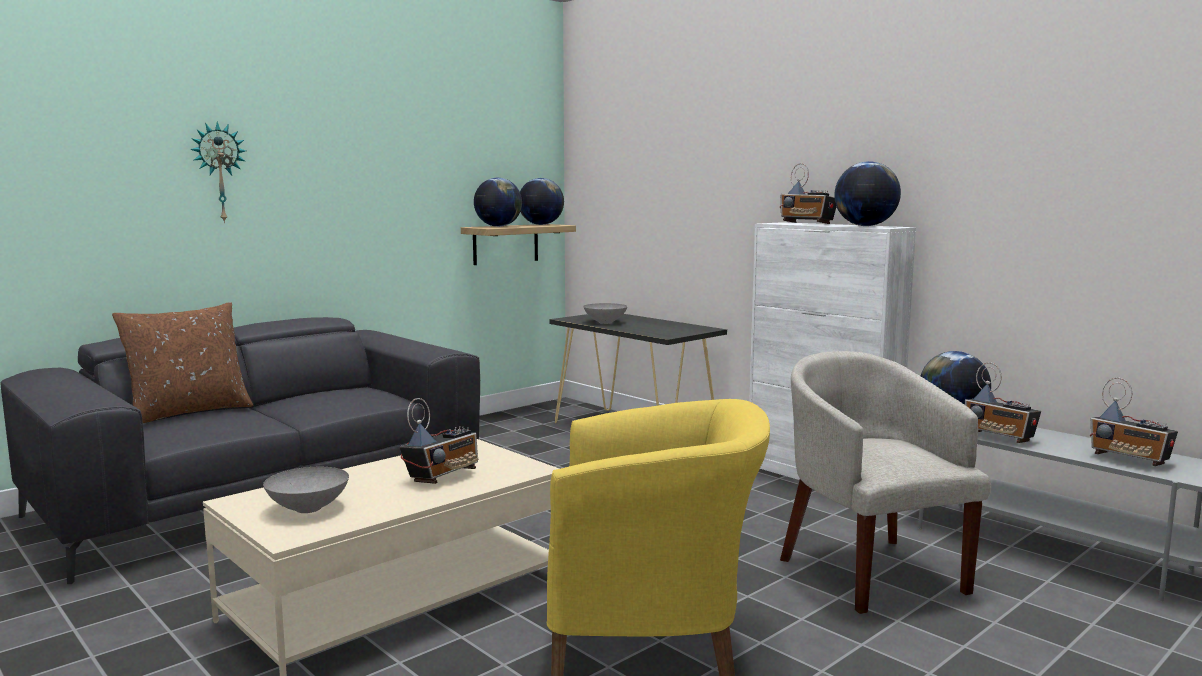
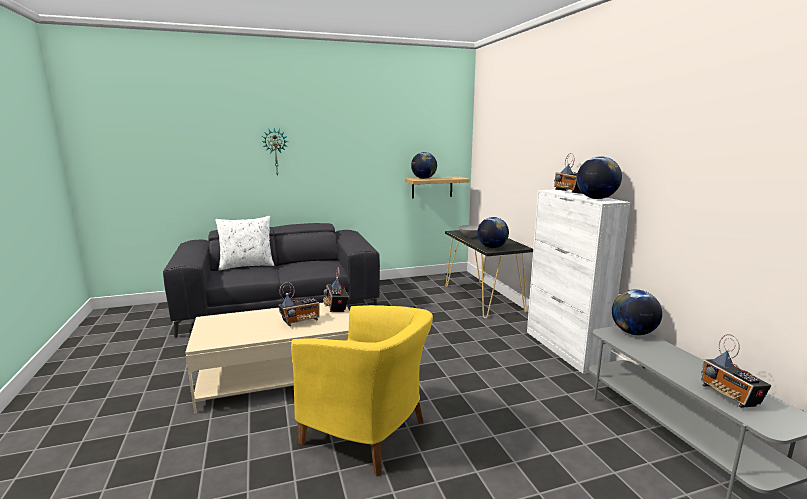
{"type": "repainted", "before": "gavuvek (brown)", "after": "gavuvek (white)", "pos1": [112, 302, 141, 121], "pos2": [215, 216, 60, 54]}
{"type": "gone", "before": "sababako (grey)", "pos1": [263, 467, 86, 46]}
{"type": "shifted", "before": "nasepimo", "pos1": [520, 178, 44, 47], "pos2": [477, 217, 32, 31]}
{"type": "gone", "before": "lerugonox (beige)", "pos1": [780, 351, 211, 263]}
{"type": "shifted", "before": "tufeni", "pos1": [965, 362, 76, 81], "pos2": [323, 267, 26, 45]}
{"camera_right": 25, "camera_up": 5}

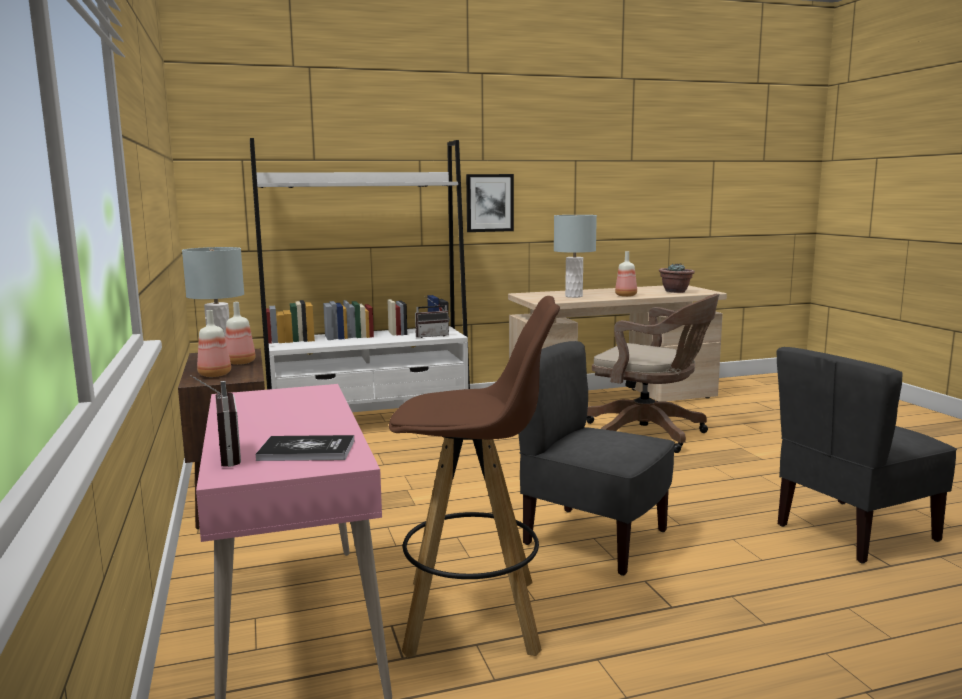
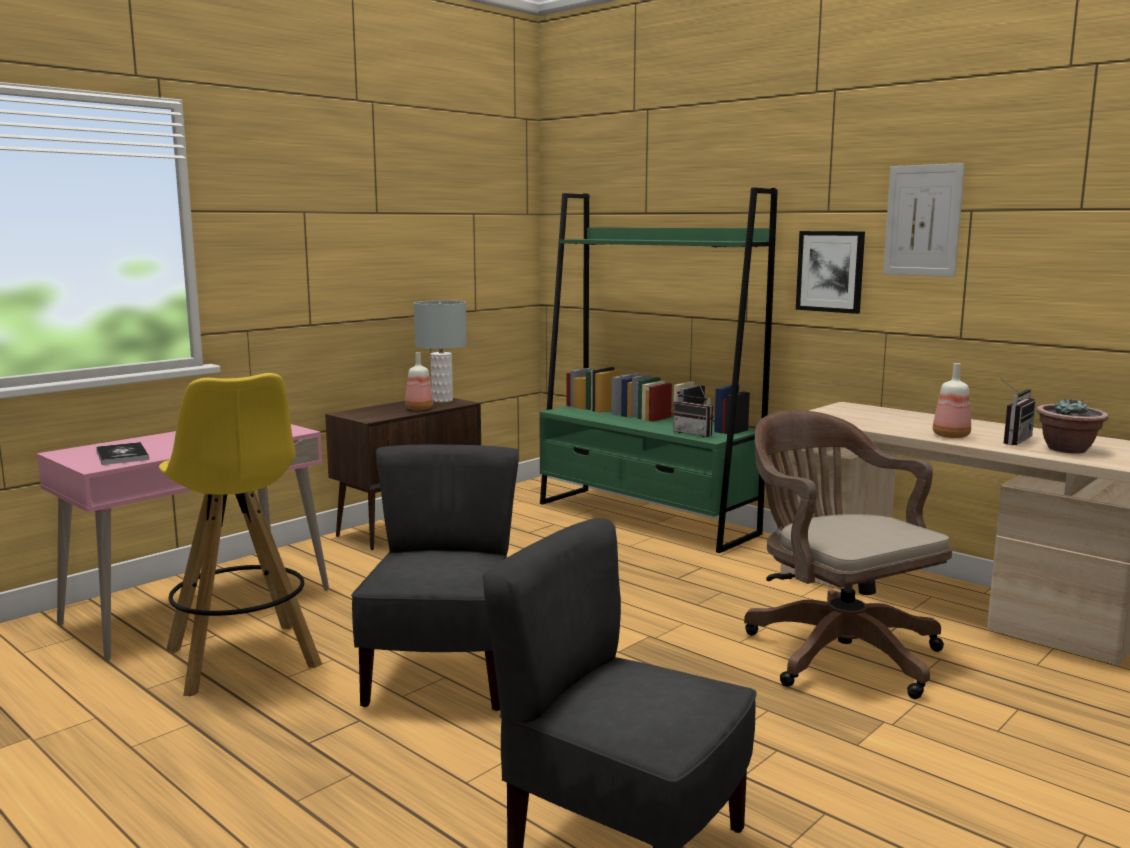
{"type": "shifted", "before": "tufeni", "pos1": [190, 375, 51, 92], "pos2": [1000, 378, 36, 67]}
{"type": "gone", "before": "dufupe", "pos1": [197, 310, 34, 67]}
{"type": "repainted", "before": "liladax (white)", "after": "liladax (green)", "pos1": [250, 138, 220, 267], "pos2": [539, 188, 239, 365]}
{"type": "repainted", "before": "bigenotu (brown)", "after": "bigenotu (yellow)", "pos1": [389, 296, 171, 361], "pos2": [159, 373, 163, 323]}
{"type": "gone", "before": "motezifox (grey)", "pos1": [554, 215, 43, 83]}
{"type": "rotated", "before": "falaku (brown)", "pos1": [586, 294, 133, 159], "pos2": [744, 410, 208, 289], "turn": 150}
{"type": "new", "after": "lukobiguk", "pos2": [883, 163, 82, 114]}
{"camera_right": 60, "camera_up": 0}

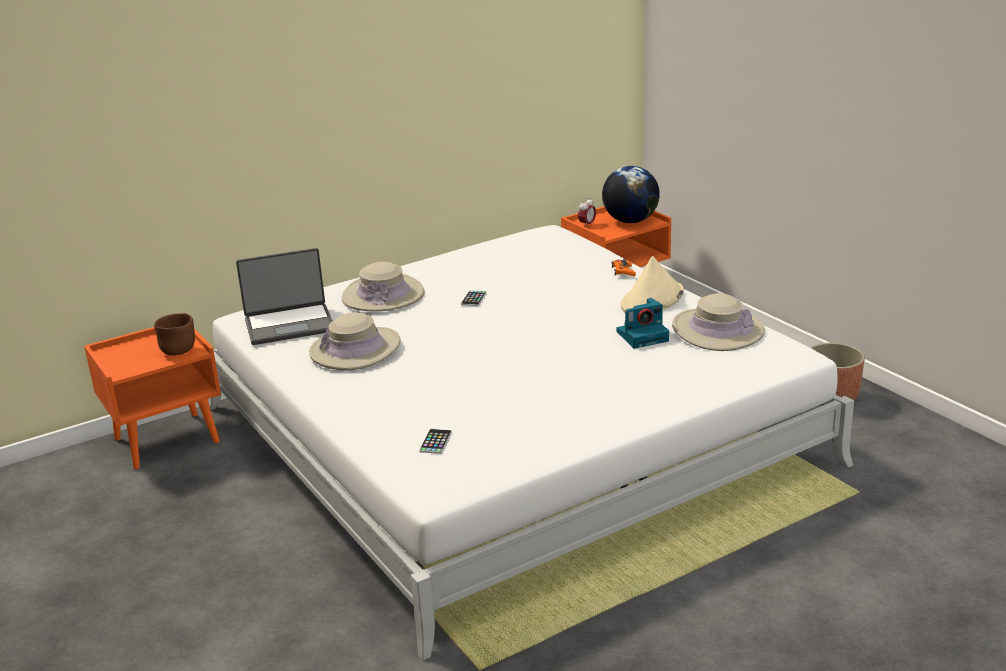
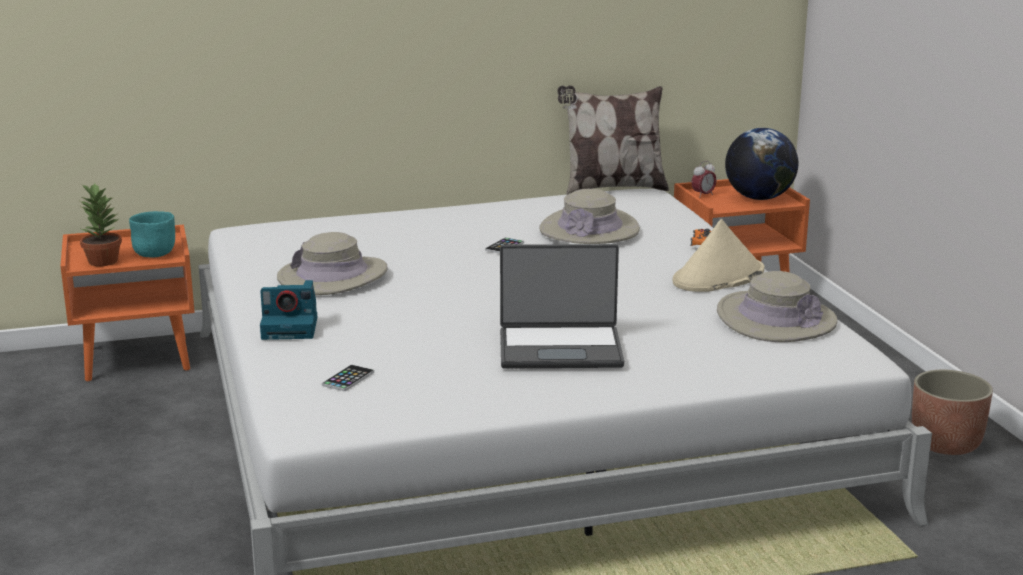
{"type": "repainted", "before": "sababako (brown)", "after": "sababako (turquoise)", "pos1": [154, 313, 41, 43], "pos2": [129, 211, 46, 46]}
{"type": "shifted", "before": "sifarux", "pos1": [236, 248, 97, 97], "pos2": [500, 244, 124, 125]}
{"type": "shifted", "before": "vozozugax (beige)", "pos1": [342, 262, 82, 49], "pos2": [539, 189, 101, 55]}
{"type": "shifted", "before": "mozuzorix", "pos1": [616, 298, 53, 50], "pos2": [260, 280, 57, 60]}
{"type": "new", "after": "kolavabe", "pos2": [80, 183, 42, 83]}
{"type": "new", "after": "gavuvek", "pos2": [557, 85, 112, 110]}
{"camera_right": 15, "camera_up": -5}

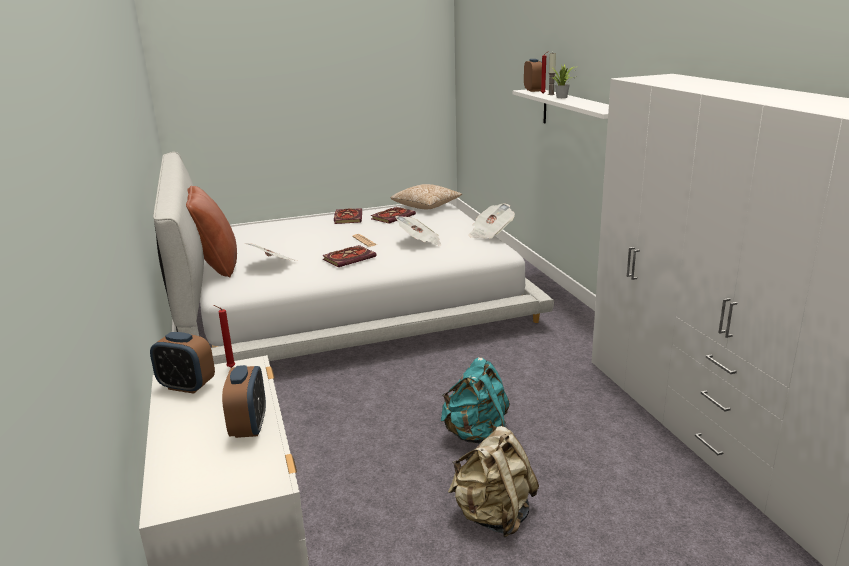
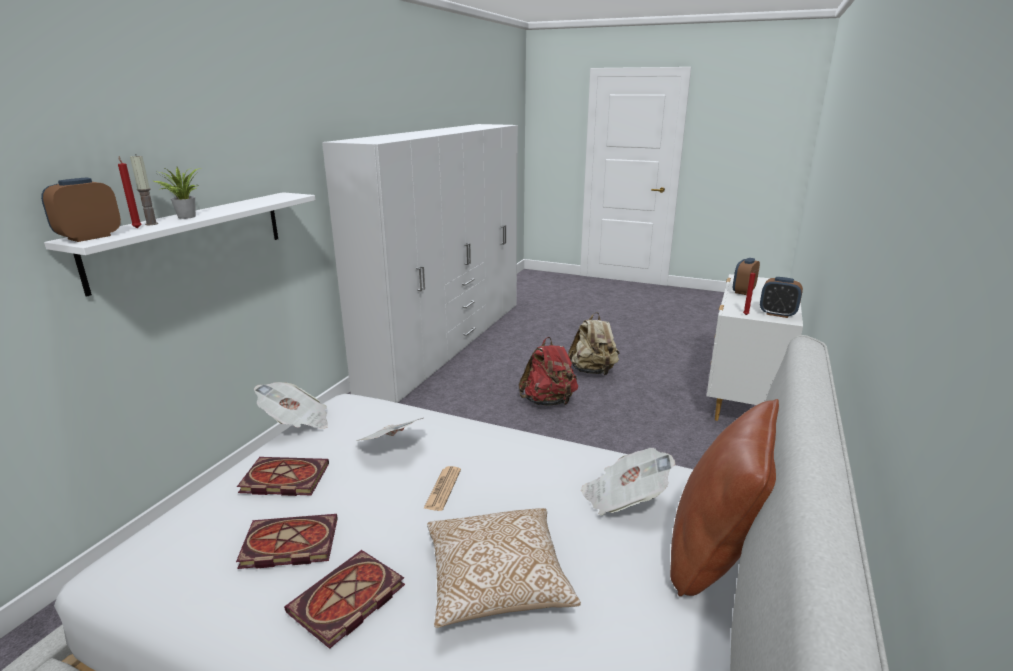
{"type": "rotated", "before": "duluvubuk", "pos1": [150, 332, 65, 62], "pos2": [760, 277, 43, 41], "turn": 150}
{"type": "shifted", "before": "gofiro", "pos1": [322, 245, 54, 22], "pos2": [237, 457, 92, 39]}
{"type": "shifted", "before": "gavuvek", "pos1": [390, 184, 72, 25], "pos2": [427, 508, 154, 120]}
{"type": "repainted", "before": "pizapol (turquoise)", "after": "pizapol (red)", "pos1": [441, 357, 69, 87], "pos2": [519, 337, 59, 69]}
{"camera_right": -140, "camera_up": 0}

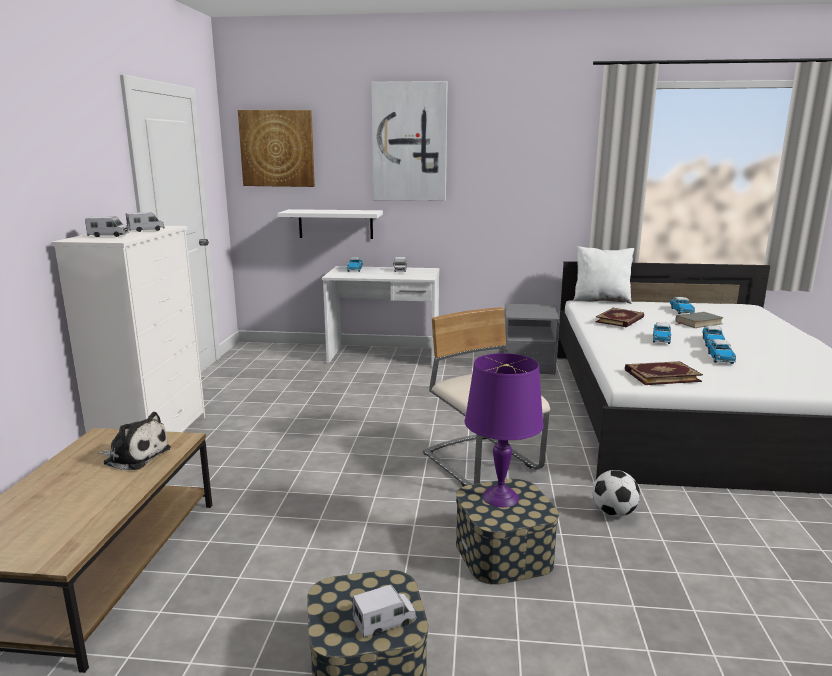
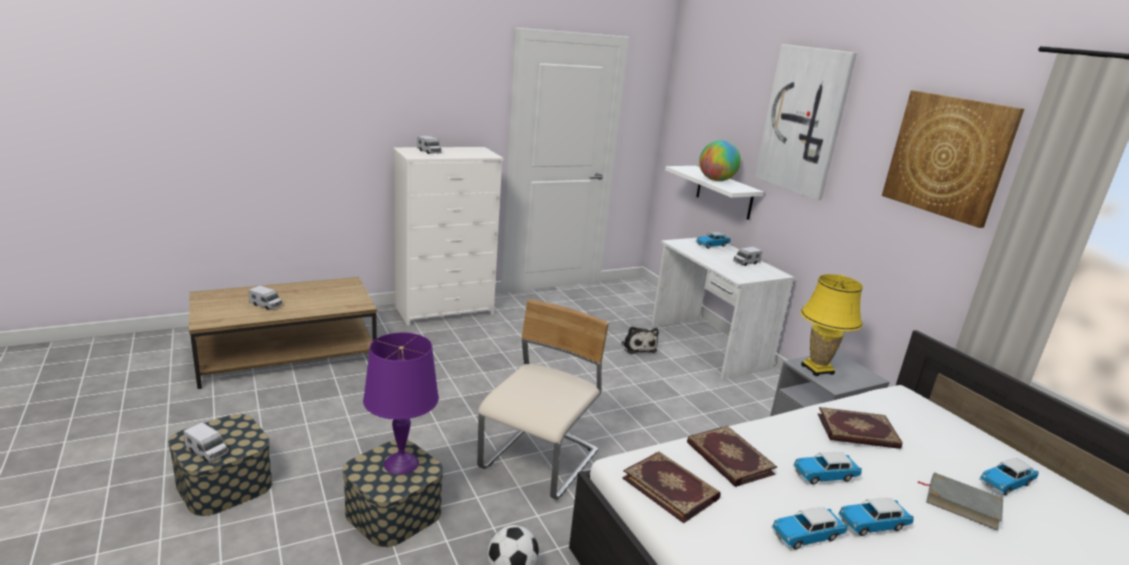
{"type": "shifted", "before": "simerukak", "pos1": [97, 412, 74, 58], "pos2": [621, 326, 38, 28]}
{"type": "shifted", "before": "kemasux", "pos1": [126, 212, 39, 20], "pos2": [249, 285, 33, 25]}
{"type": "shifted", "before": "lukobiguk", "pos1": [238, 110, 77, 77], "pos2": [882, 90, 142, 138]}
{"type": "gone", "before": "gavuvek (white)", "pos1": [573, 246, 61, 58]}
{"type": "new", "after": "gofiro", "pos2": [687, 426, 90, 61]}
{"type": "new", "after": "nasepimo", "pos2": [699, 140, 42, 41]}
{"type": "new", "after": "motezifox (yellow)", "pos2": [801, 274, 62, 102]}
{"camera_right": 55, "camera_up": 5}

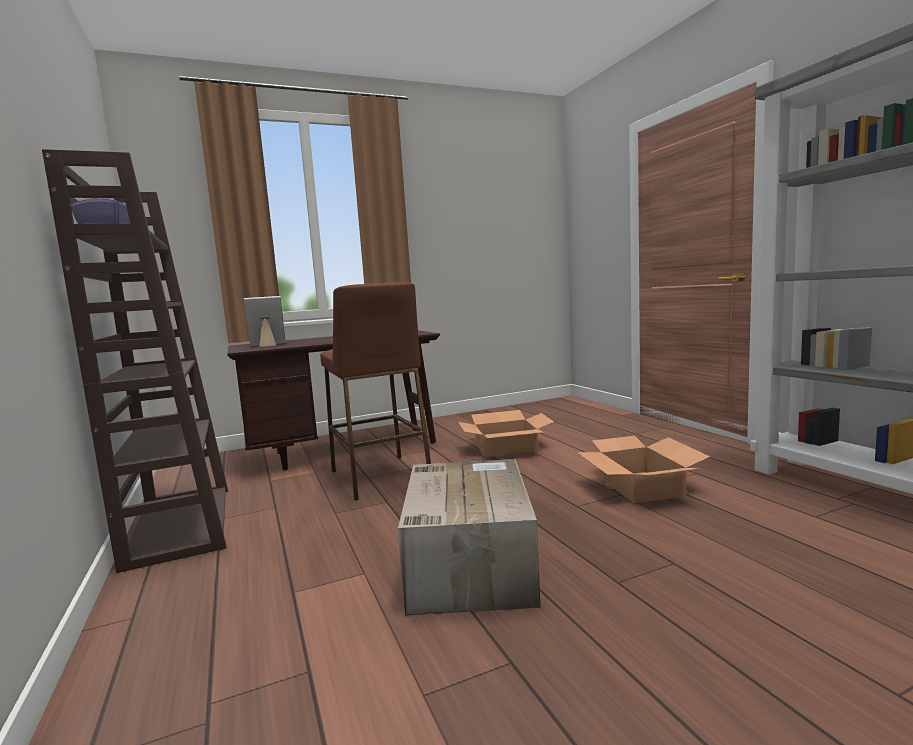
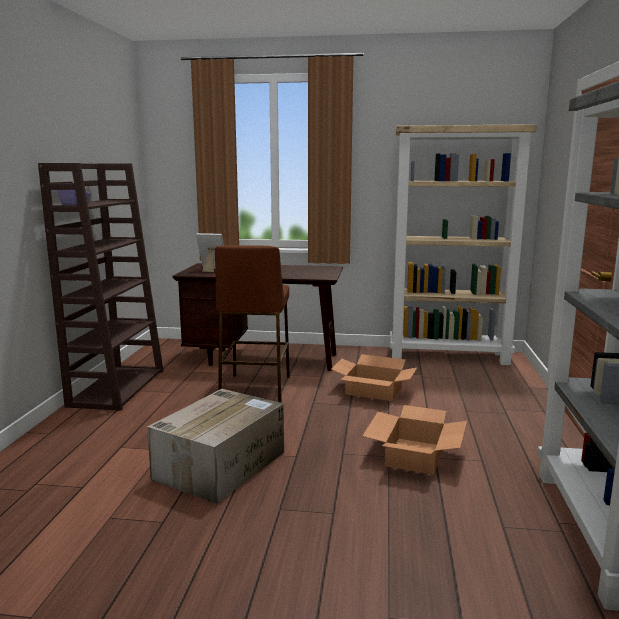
{"type": "new", "after": "liladax (beige)", "pos2": [390, 124, 147, 241]}
{"camera_right": 30, "camera_up": 5}

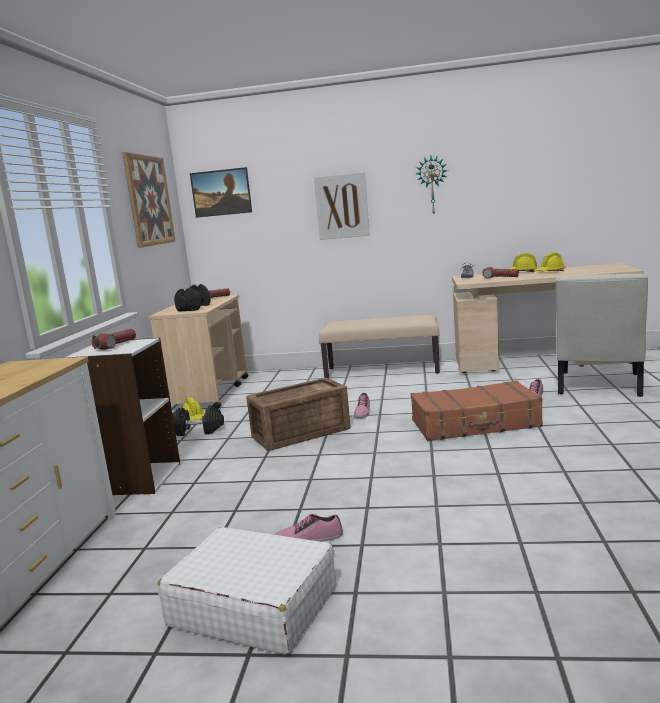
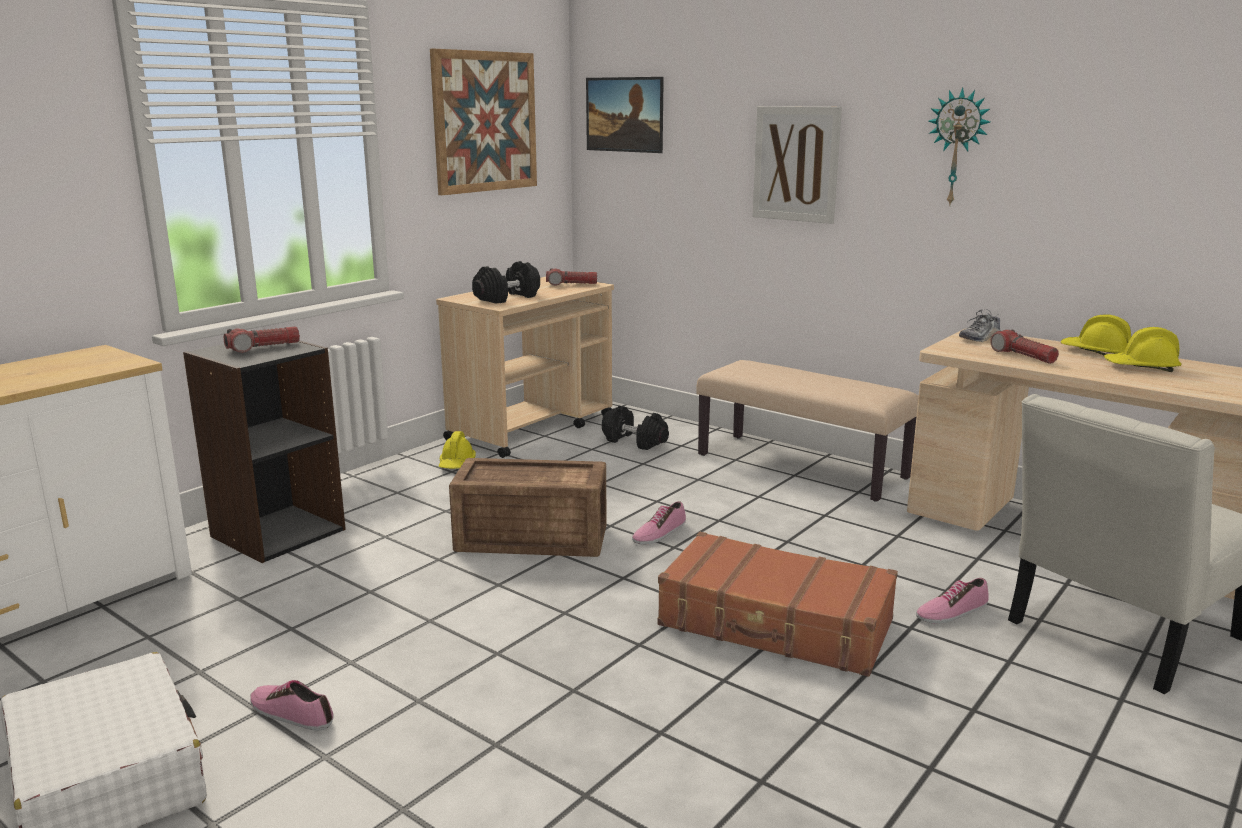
{"type": "repainted", "before": "liladax (white)", "after": "liladax (black)", "pos1": [65, 337, 115, 158], "pos2": [183, 340, 163, 223]}
{"type": "shifted", "before": "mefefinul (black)", "pos1": [172, 405, 52, 31], "pos2": [602, 406, 67, 44]}
{"camera_right": 30, "camera_up": 5}

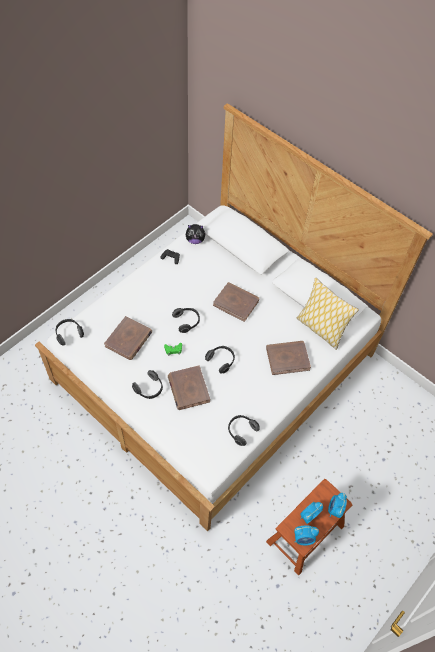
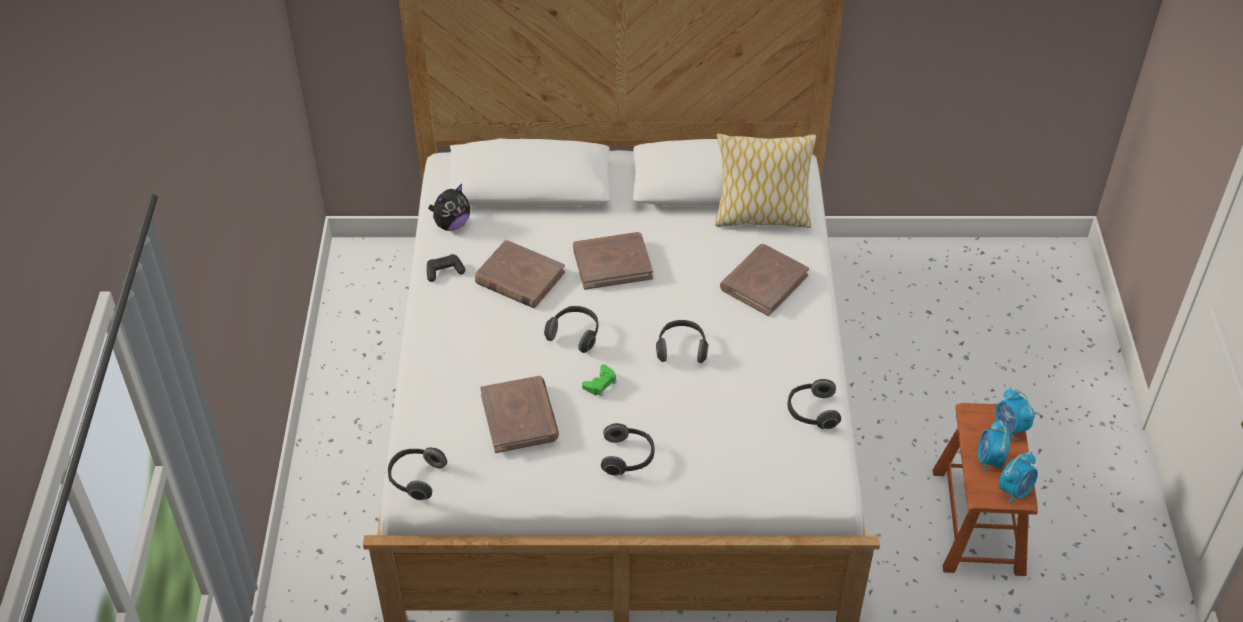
{"type": "shifted", "before": "gofiro (brown)", "pos1": [168, 365, 42, 45], "pos2": [475, 240, 90, 68]}
{"camera_right": -40, "camera_up": -10}

